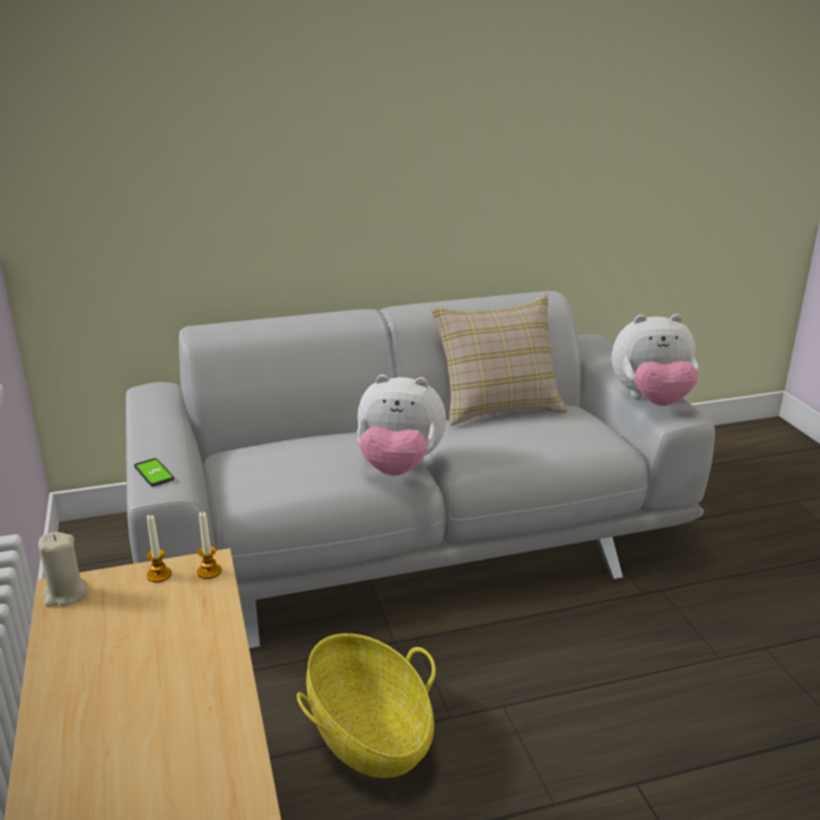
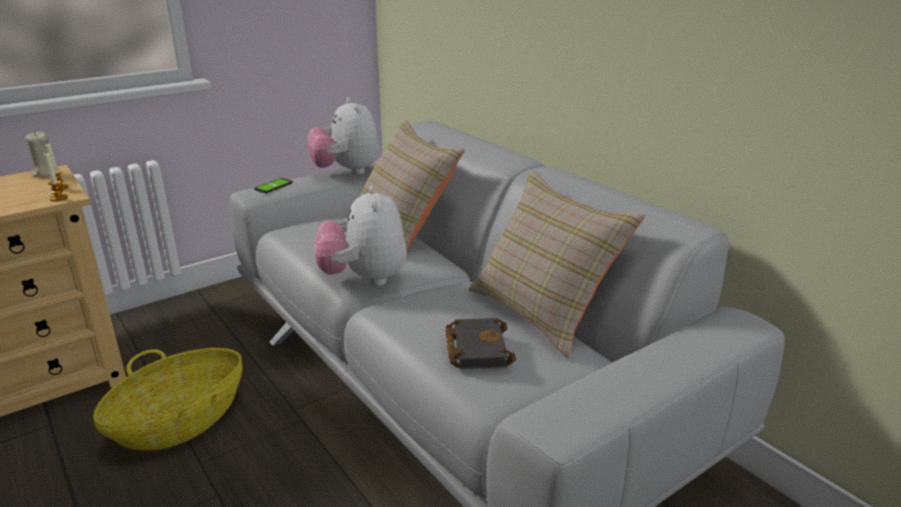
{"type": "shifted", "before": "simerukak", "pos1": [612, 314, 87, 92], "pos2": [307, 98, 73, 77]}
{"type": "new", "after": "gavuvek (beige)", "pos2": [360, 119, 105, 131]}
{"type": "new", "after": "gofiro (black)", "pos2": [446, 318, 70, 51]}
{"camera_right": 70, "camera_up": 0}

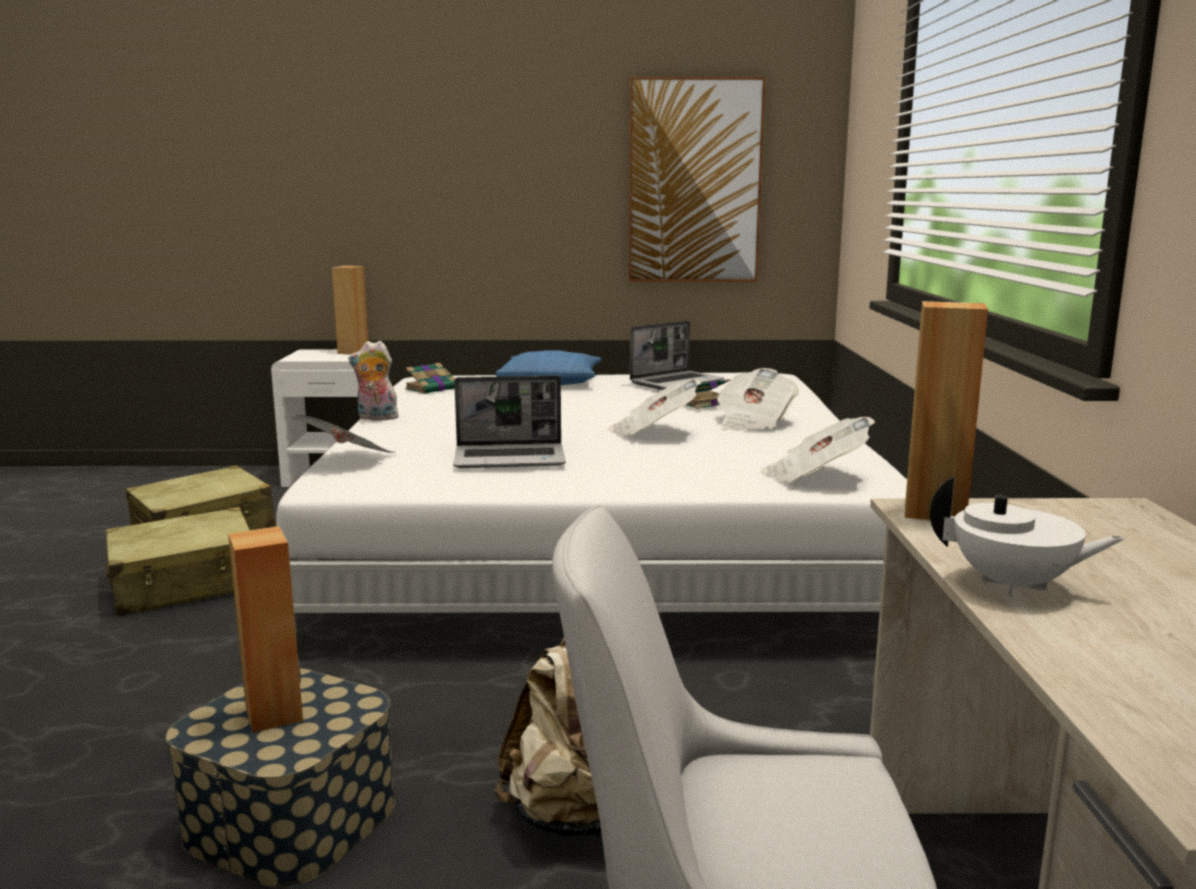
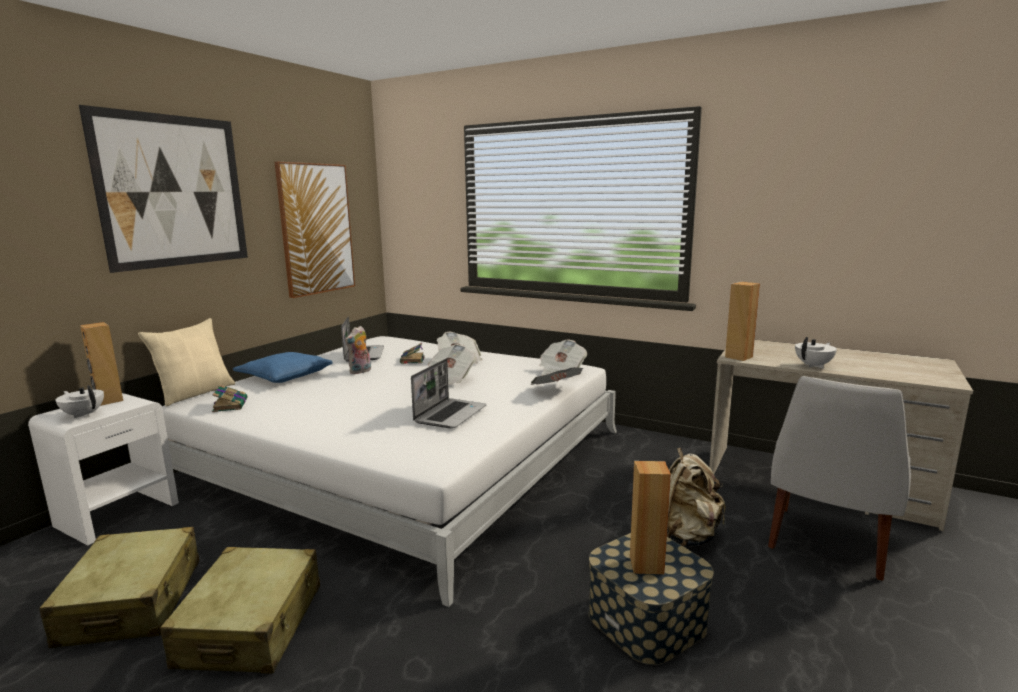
{"type": "shifted", "before": "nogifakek", "pos1": [291, 415, 104, 38], "pos2": [530, 367, 53, 18]}
{"type": "shifted", "before": "simerukak", "pos1": [349, 341, 50, 79], "pos2": [345, 326, 26, 48]}
{"type": "new", "after": "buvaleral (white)", "pos2": [55, 385, 49, 33]}
{"type": "new", "after": "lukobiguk", "pos2": [79, 105, 169, 168]}
{"type": "new", "after": "gavuvek (beige)", "pos2": [138, 318, 97, 89]}
{"camera_right": -60, "camera_up": 0}

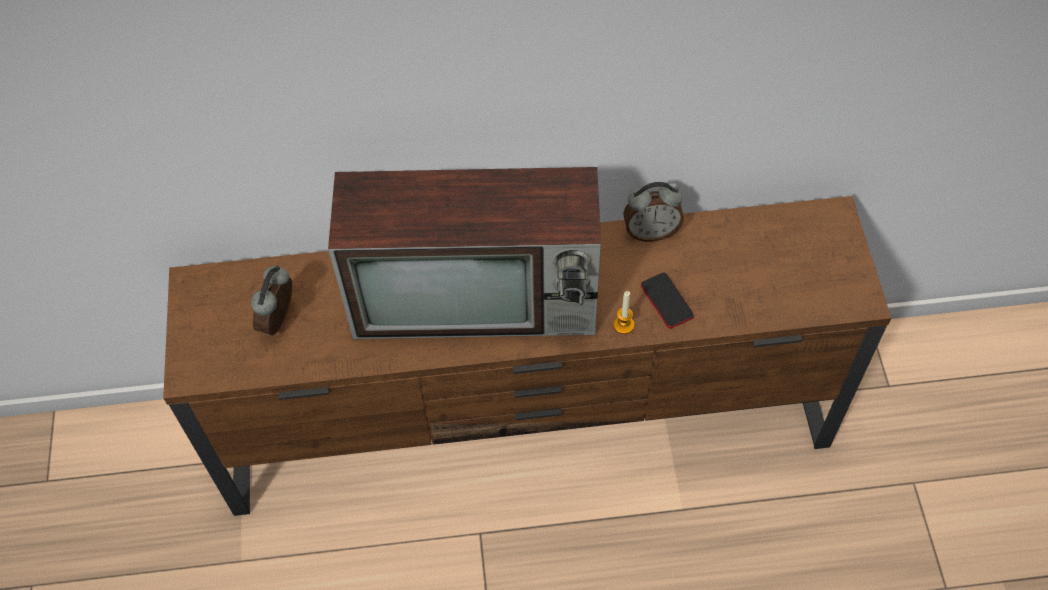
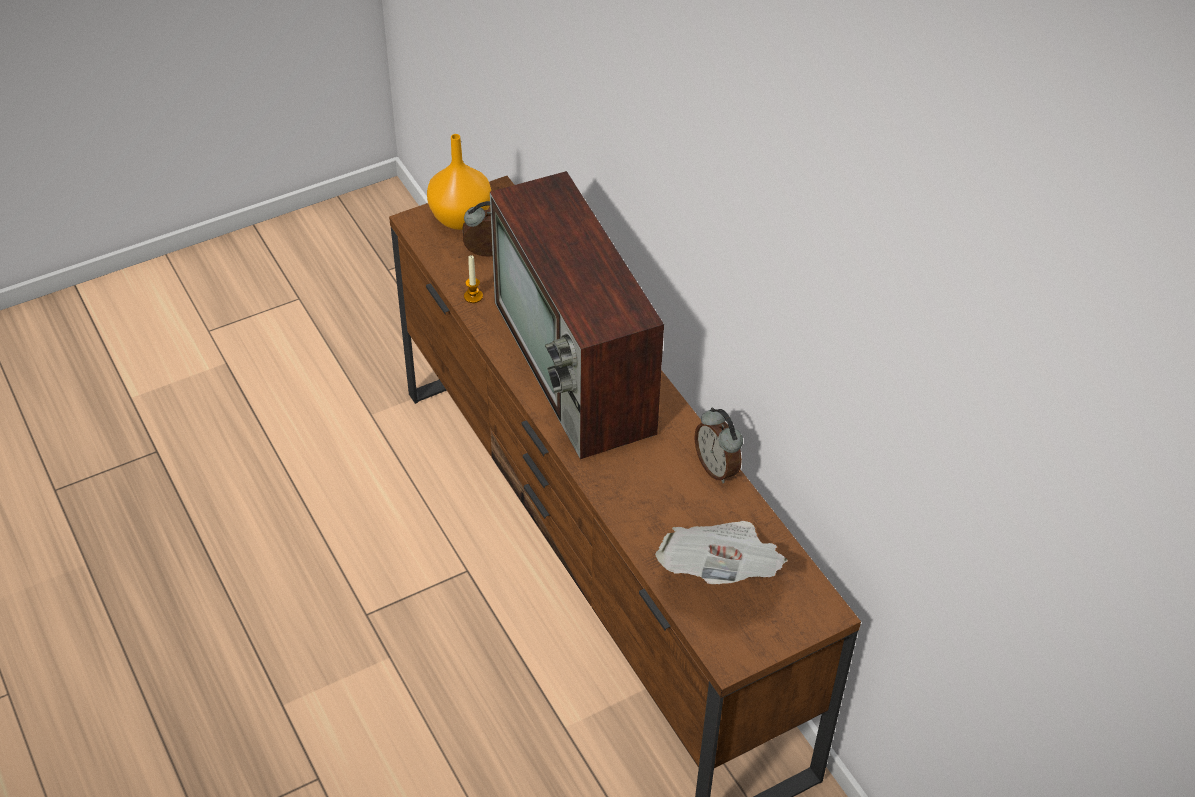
{"type": "shifted", "before": "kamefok", "pos1": [613, 291, 21, 43], "pos2": [464, 255, 19, 48]}
{"type": "gone", "before": "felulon", "pos1": [641, 272, 53, 57]}
{"type": "new", "after": "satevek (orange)", "pos2": [427, 134, 64, 96]}
{"type": "new", "after": "nogifakek", "pos2": [655, 521, 132, 63]}
{"camera_right": 65, "camera_up": -10}

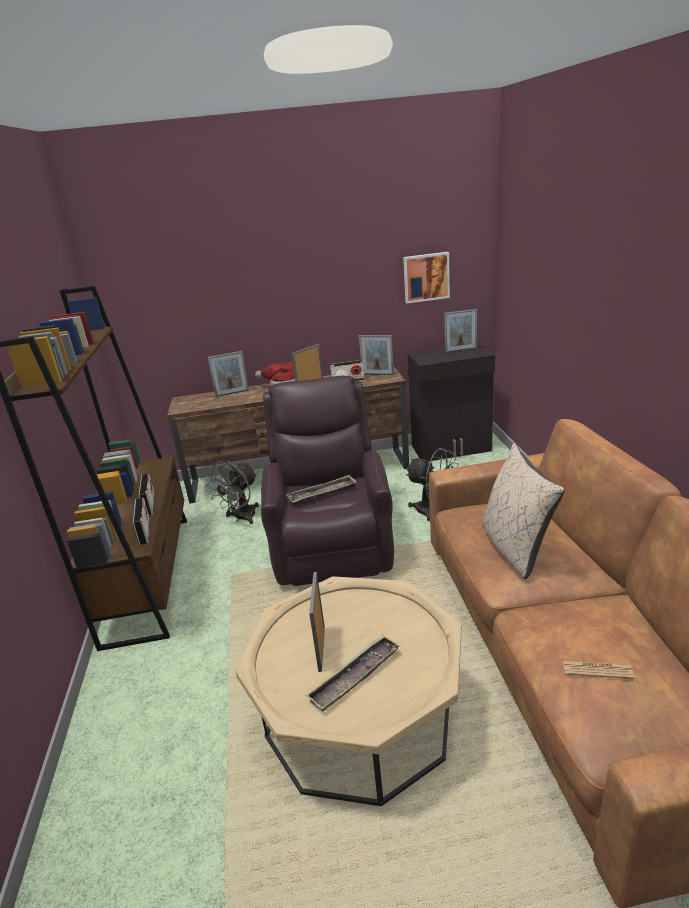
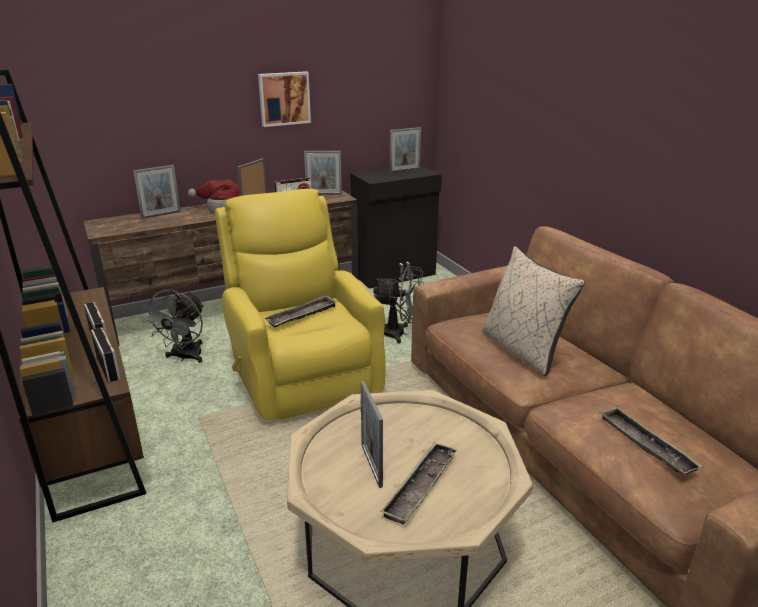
{"type": "repainted", "before": "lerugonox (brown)", "after": "lerugonox (yellow)", "pos1": [261, 376, 133, 210], "pos2": [215, 189, 171, 231]}
{"type": "shifted", "before": "lukobiguk", "pos1": [403, 252, 47, 51], "pos2": [258, 71, 53, 56]}
{"type": "swapped", "before": "nogifakek", "after": "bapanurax", "pos1": [563, 661, 71, 18], "pos2": [599, 406, 104, 68]}
{"camera_right": -20, "camera_up": 0}

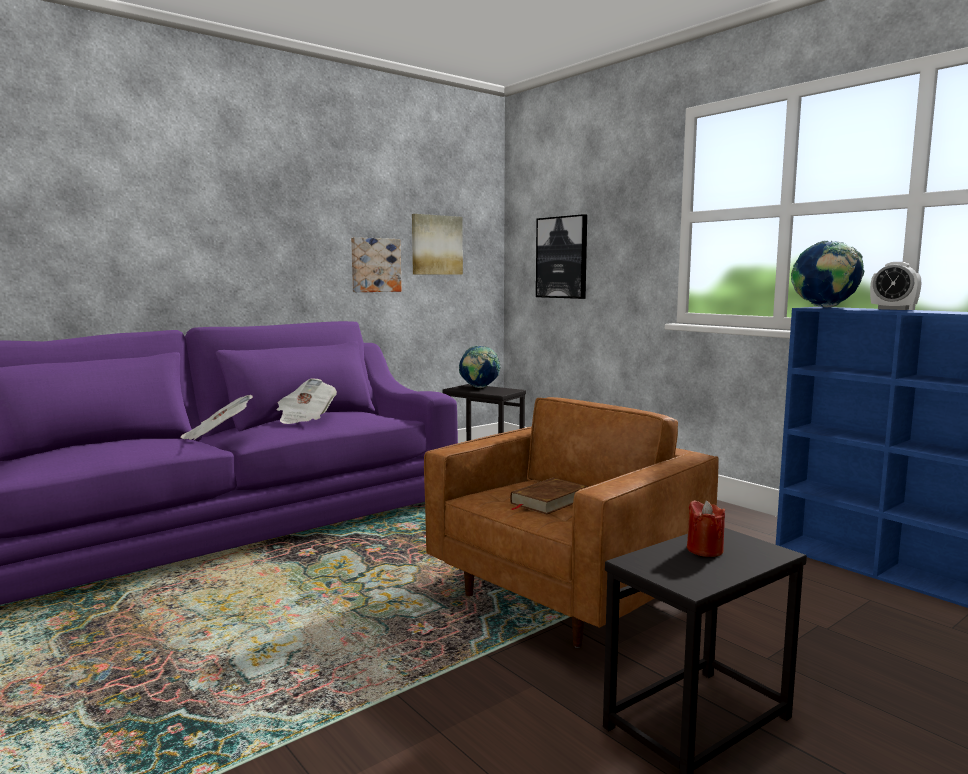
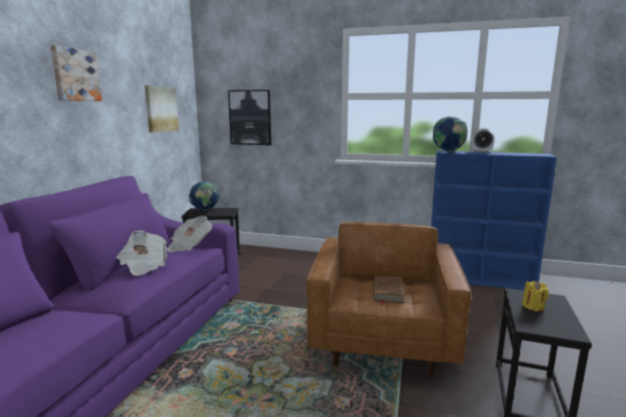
{"type": "shifted", "before": "nogifakek", "pos1": [181, 395, 72, 45], "pos2": [167, 216, 45, 36]}
{"type": "shifted", "before": "lukobiguk", "pos1": [351, 237, 50, 55], "pos2": [51, 45, 51, 56]}
{"type": "repainted", "before": "kamefok (red)", "after": "kamefok (yellow)", "pos1": [687, 500, 38, 57], "pos2": [522, 281, 27, 31]}
{"camera_right": -35, "camera_up": 5}

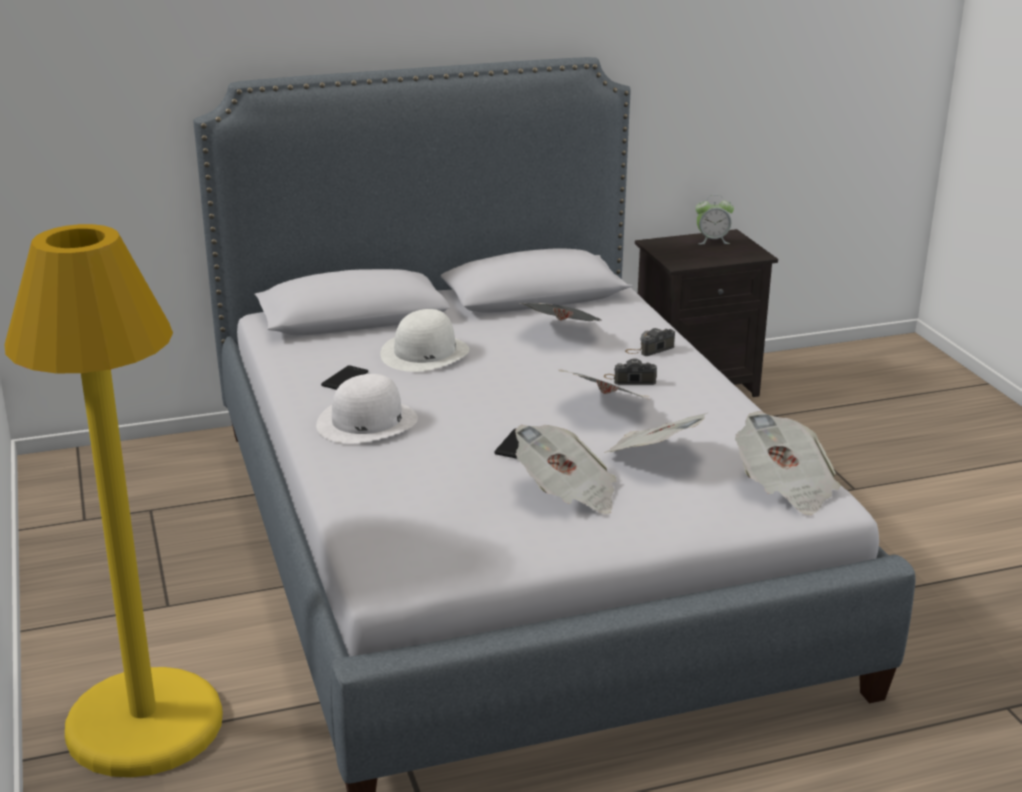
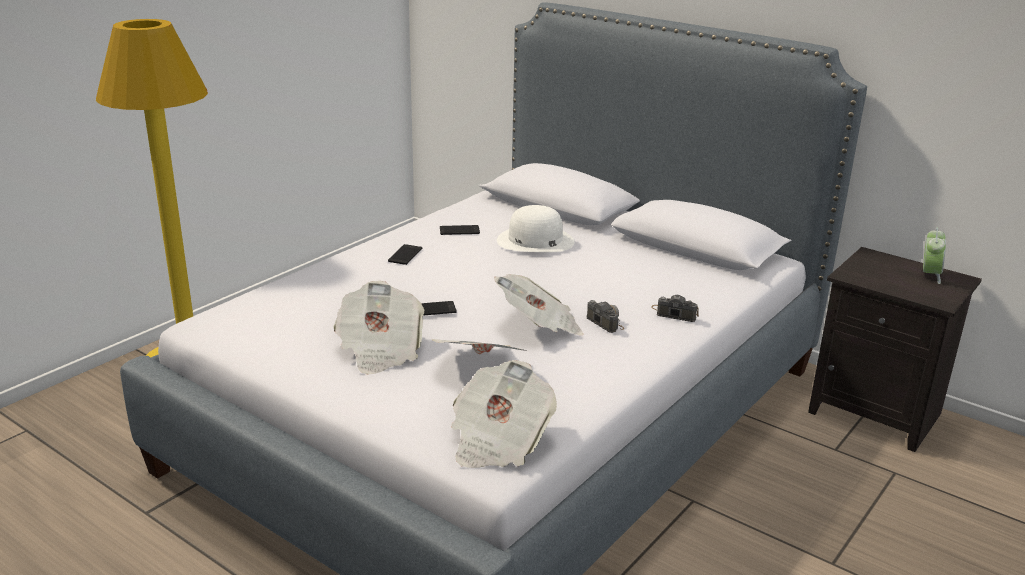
{"type": "swapped", "before": "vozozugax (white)", "after": "felulon", "pos1": [316, 374, 102, 70], "pos2": [388, 244, 34, 21]}
{"type": "gone", "before": "nogifakek", "pos1": [520, 303, 81, 18]}
{"type": "rotated", "before": "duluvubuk", "pos1": [695, 195, 39, 49], "pos2": [923, 227, 23, 57], "turn": -120}
{"camera_right": 55, "camera_up": 0}

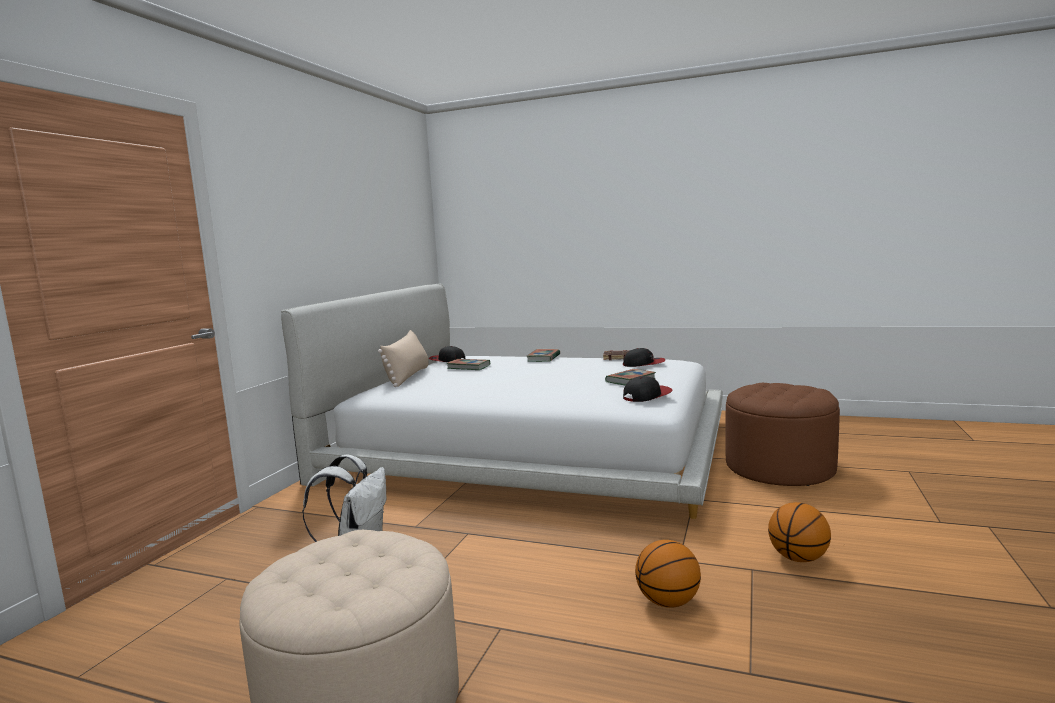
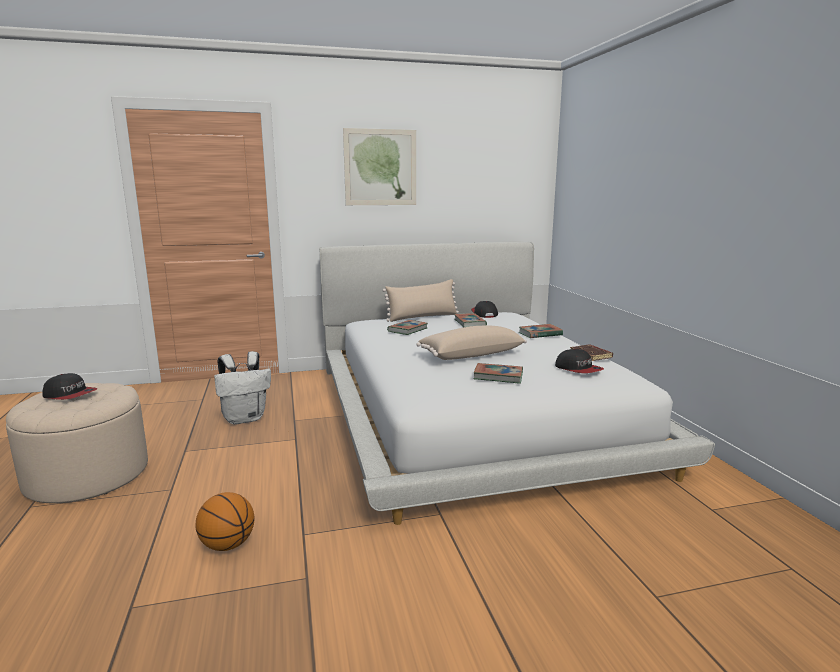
{"type": "shifted", "before": "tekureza", "pos1": [623, 376, 49, 26], "pos2": [42, 373, 56, 27]}
{"type": "gone", "before": "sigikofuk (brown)", "pos1": [725, 383, 115, 103]}
{"type": "gone", "before": "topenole", "pos1": [768, 502, 63, 60]}
{"type": "new", "after": "lukobiguk", "pos2": [343, 128, 73, 77]}
{"type": "new", "after": "gofiro", "pos2": [387, 320, 41, 15]}
{"type": "new", "after": "gavuvek (beige)", "pos2": [416, 326, 111, 34]}
{"camera_right": 55, "camera_up": 5}

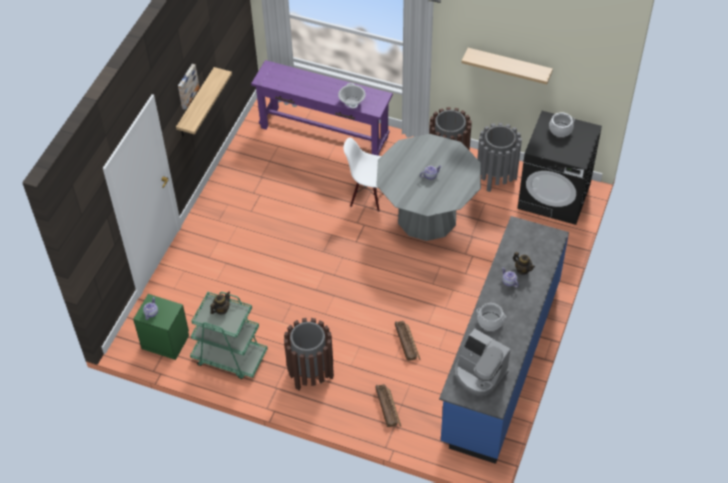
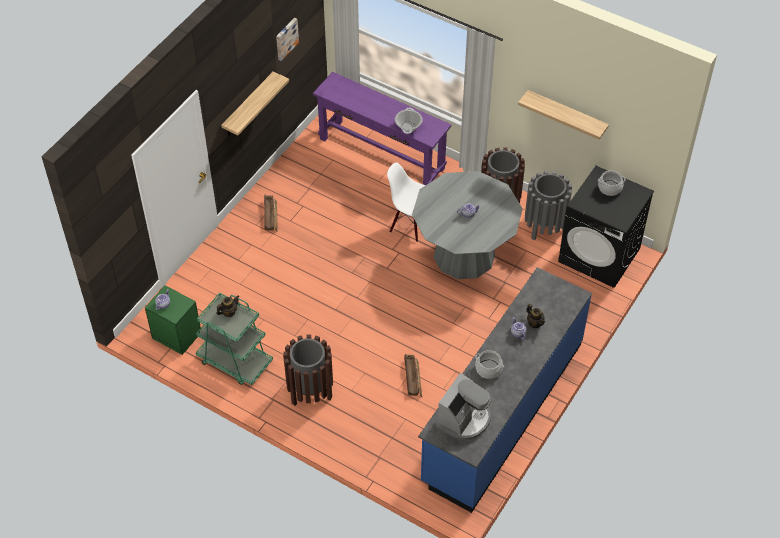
{"type": "shifted", "before": "lukobiguk", "pos1": [178, 64, 21, 46], "pos2": [276, 18, 23, 43]}
{"type": "shifted", "before": "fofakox", "pos1": [376, 384, 25, 43], "pos2": [264, 195, 14, 37]}
{"type": "rotated", "before": "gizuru", "pos1": [454, 329, 56, 67], "pos2": [435, 373, 56, 67], "turn": -105}
{"camera_right": 10, "camera_up": 0}

